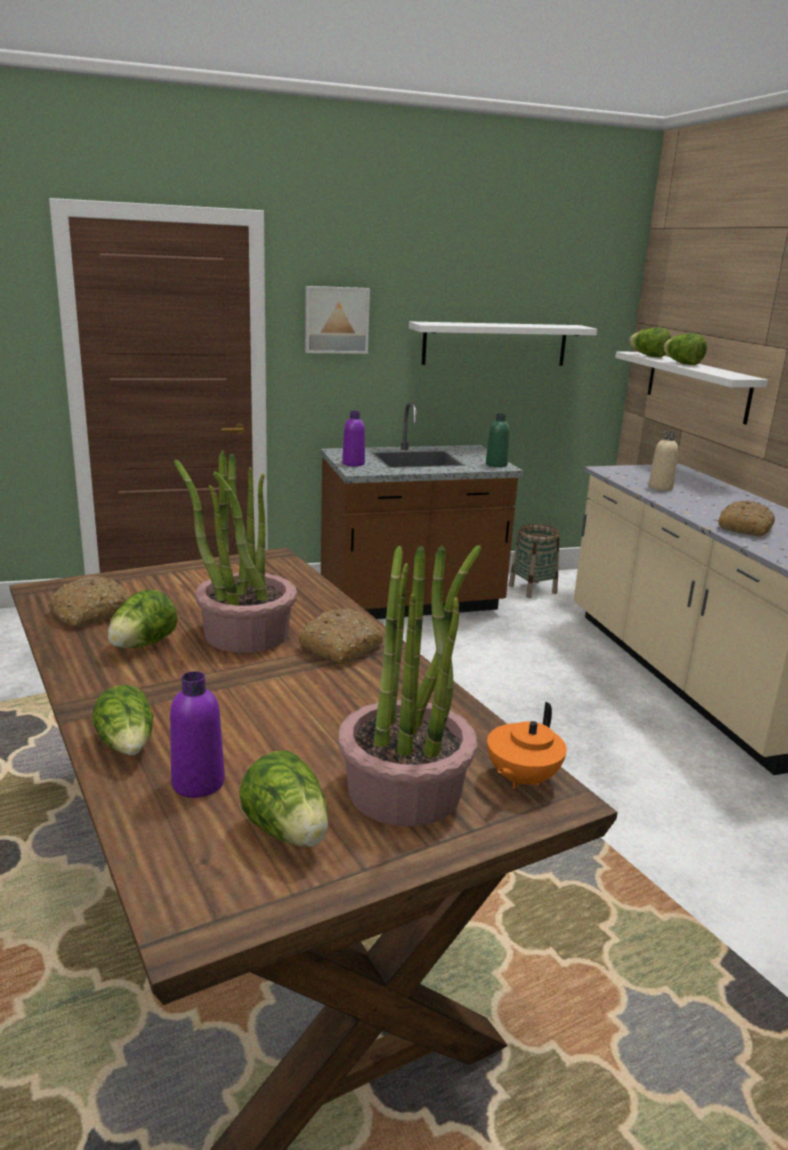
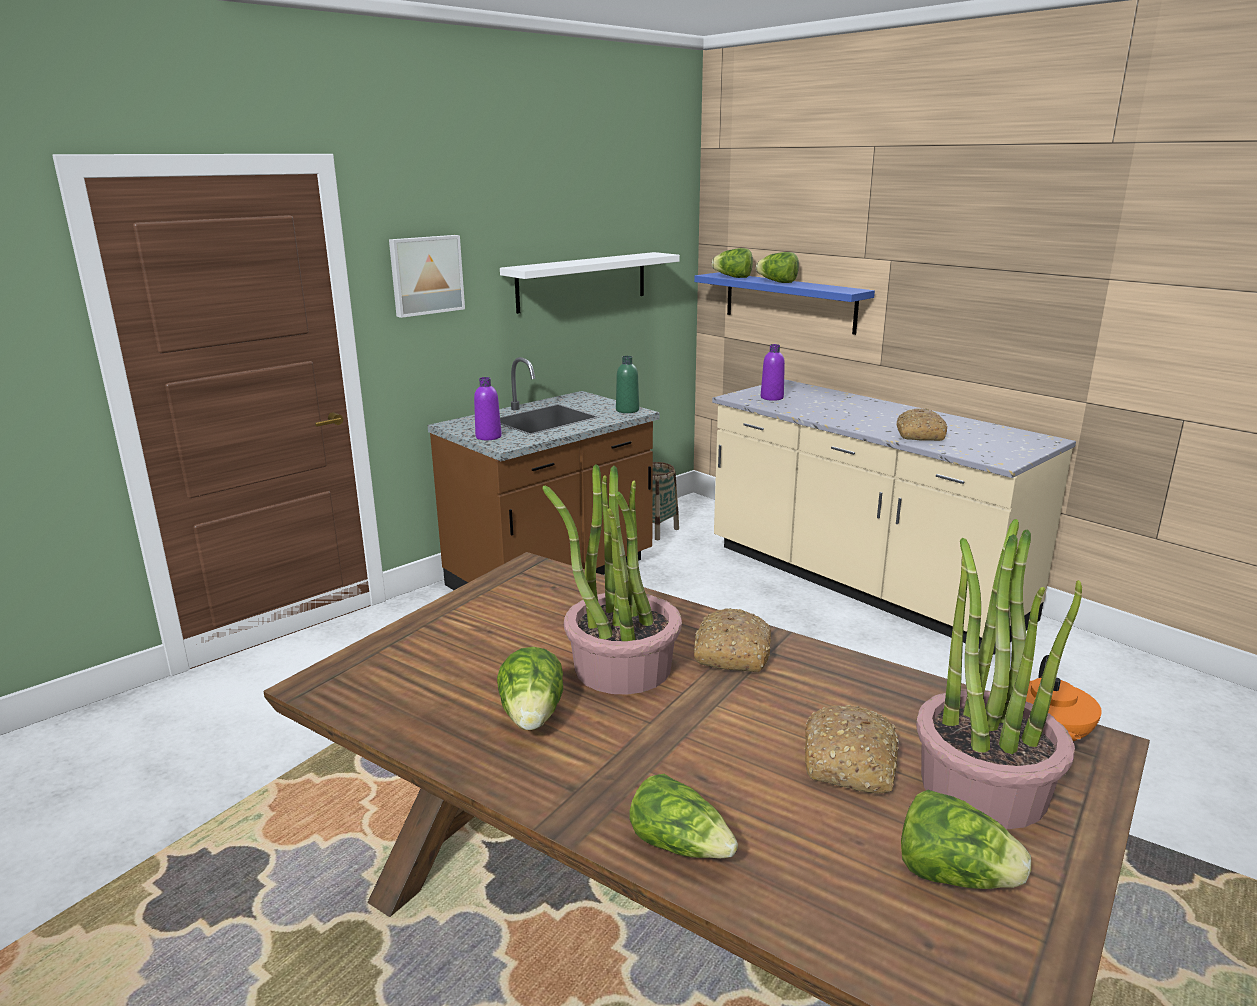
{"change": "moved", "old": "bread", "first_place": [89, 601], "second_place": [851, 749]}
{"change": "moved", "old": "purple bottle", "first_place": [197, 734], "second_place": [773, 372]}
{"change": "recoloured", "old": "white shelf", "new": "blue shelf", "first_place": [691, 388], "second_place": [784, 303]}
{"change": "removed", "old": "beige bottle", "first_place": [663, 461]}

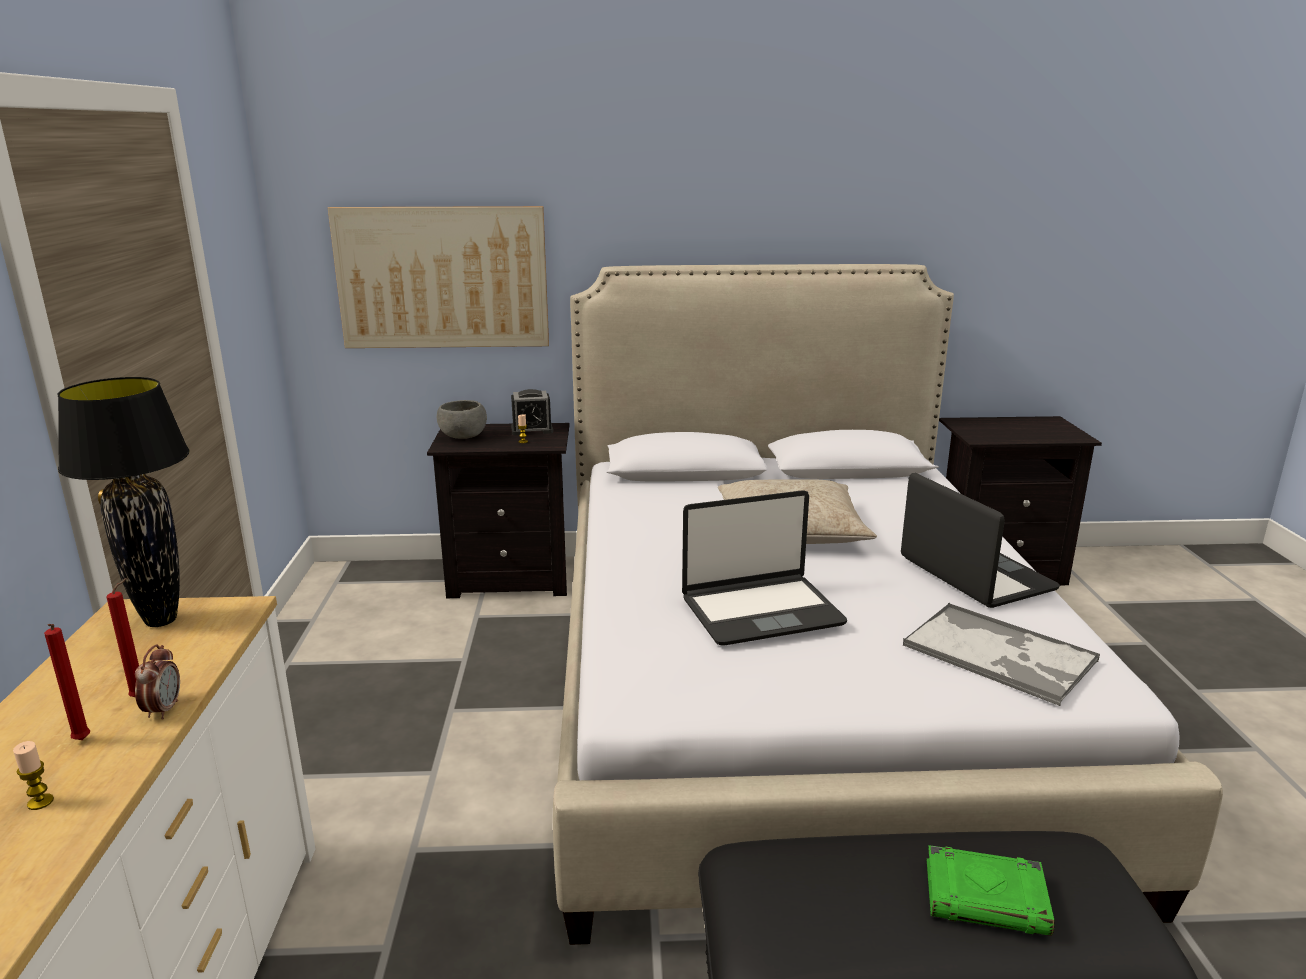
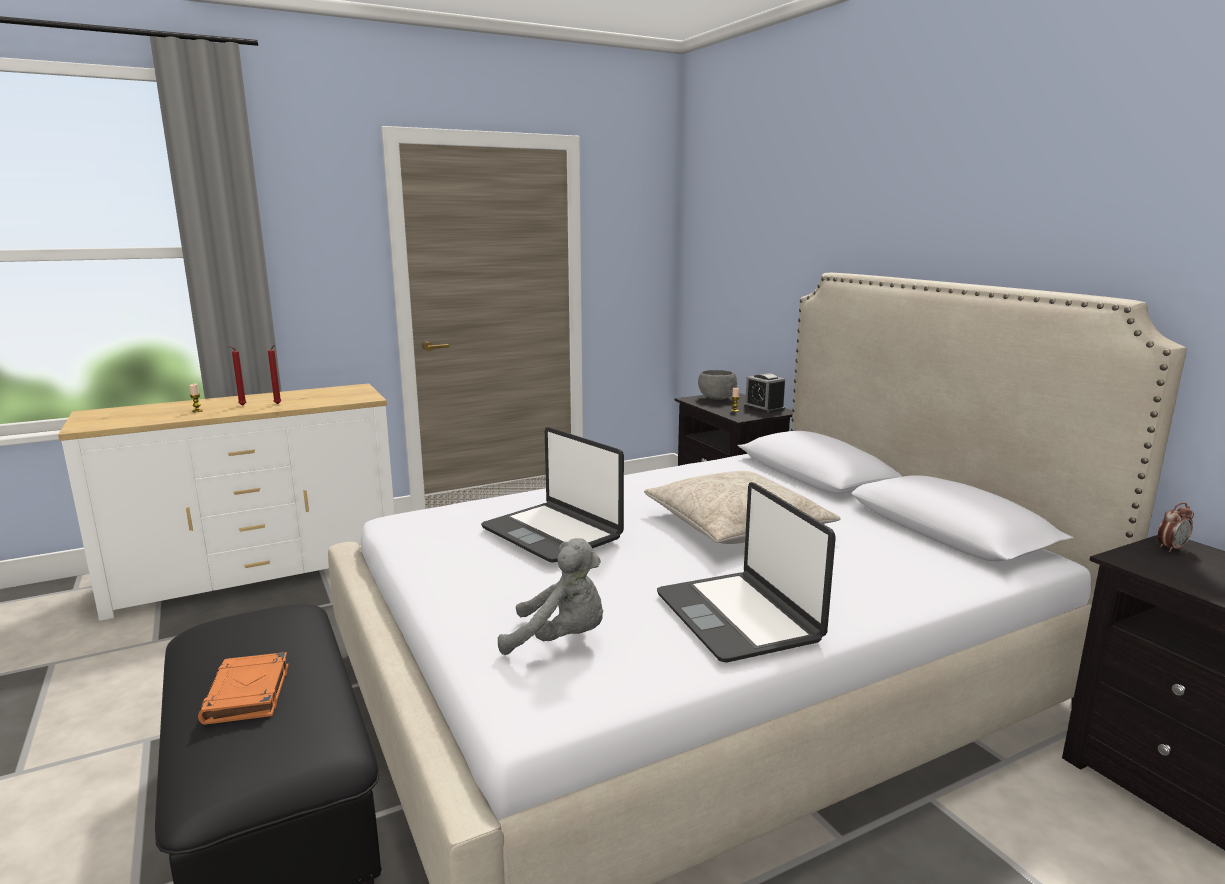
{"change": "removed", "old": "black table lamp", "first_place": [123, 502]}
{"change": "moved", "old": "alarm clock", "first_place": [157, 682], "second_place": [1175, 527]}
{"change": "removed", "old": "picture", "first_place": [438, 277]}
{"change": "turned", "old": "laptop", "first_place": [980, 540], "second_place": [746, 572], "degrees": 120}
{"change": "replaced", "old": "tray", "new": "grey plush toy", "first_place": [1001, 654], "second_place": [550, 596]}
{"change": "recoloured", "old": "green book", "new": "orange book", "first_place": [990, 890], "second_place": [243, 688]}

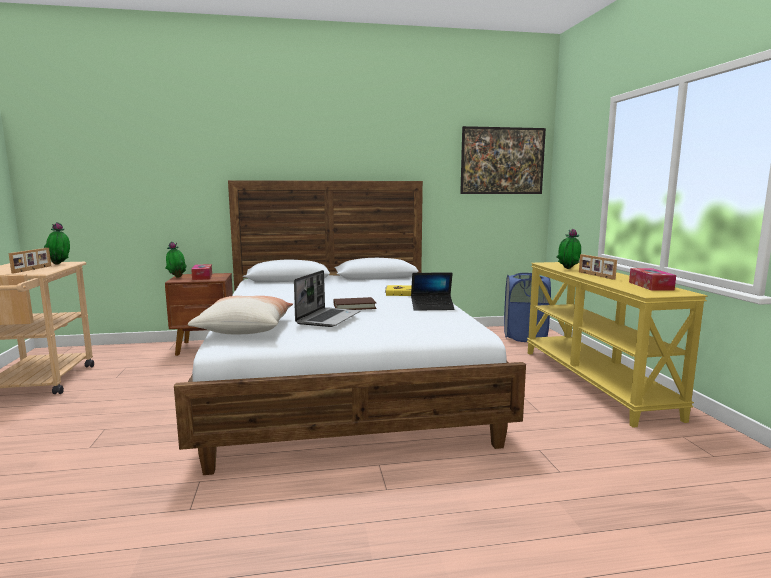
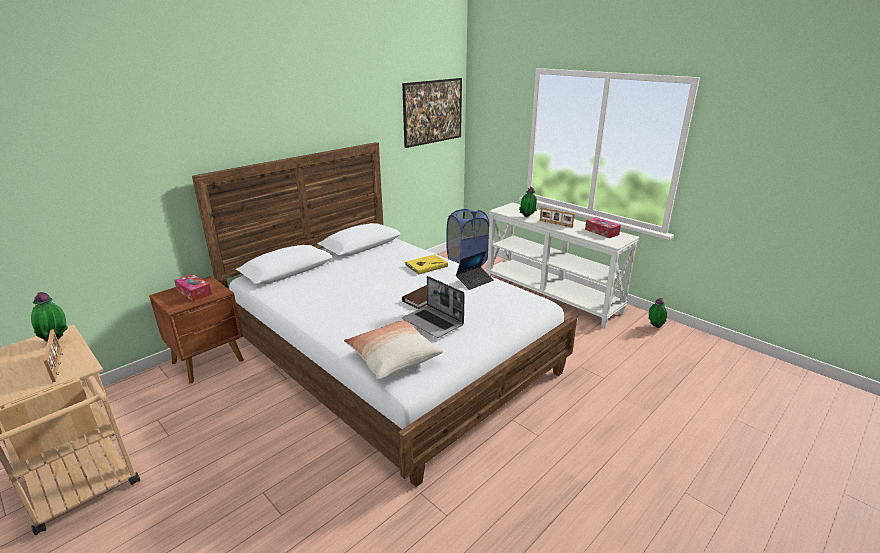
{"change": "moved", "old": "potted plant", "first_place": [176, 260], "second_place": [657, 313]}
{"change": "turned", "old": "laptop", "first_place": [327, 298], "second_place": [433, 307], "degrees": 150}
{"change": "recoloured", "old": "yellow console table", "new": "white console table", "first_place": [617, 345], "second_place": [563, 265]}

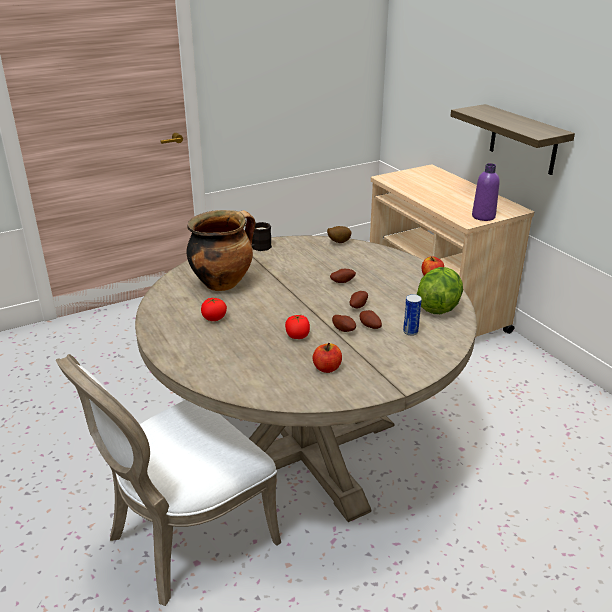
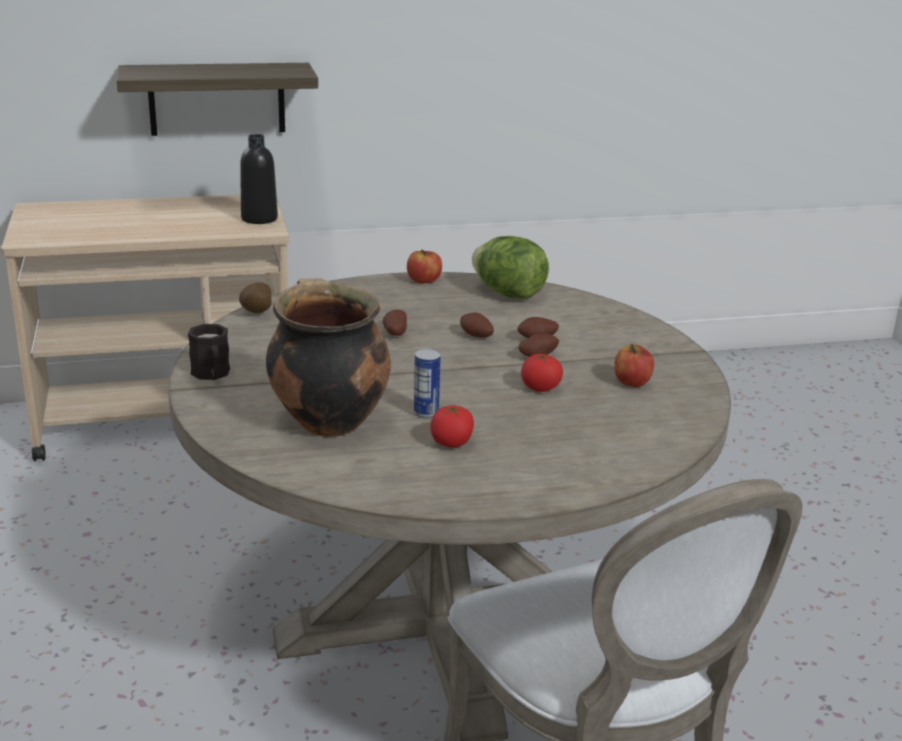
{"change": "moved", "old": "can", "first_place": [412, 315], "second_place": [427, 384]}
{"change": "recoloured", "old": "purple bottle", "new": "black bottle", "first_place": [486, 192], "second_place": [259, 179]}

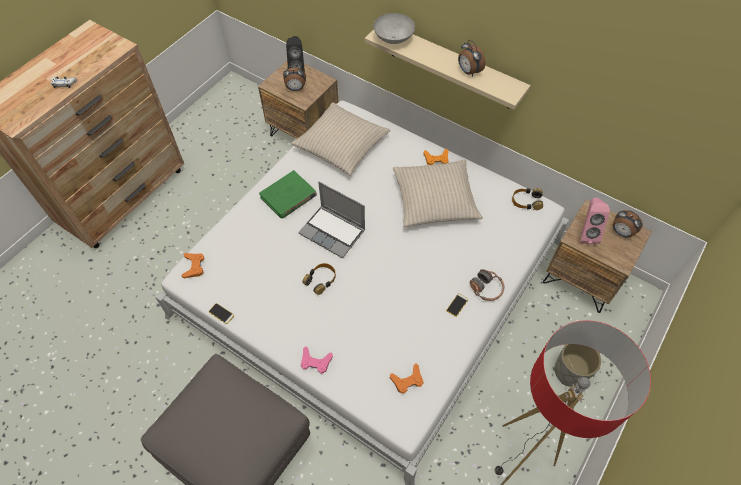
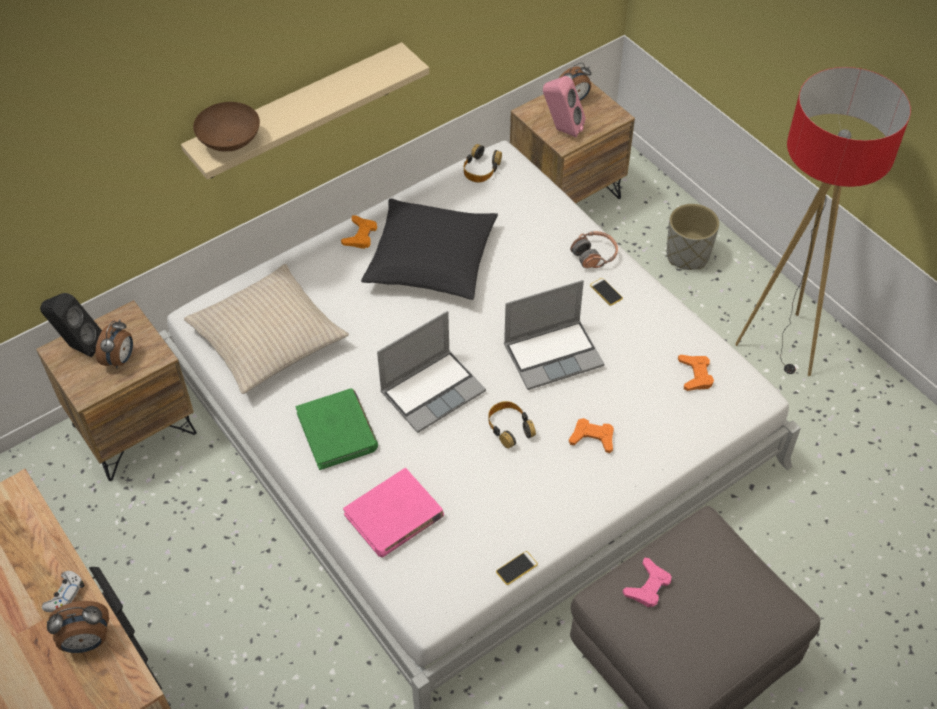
{"change": "moved", "old": "orange game controller", "first_place": [193, 265], "second_place": [591, 436]}
{"change": "moved", "old": "pink game controller", "first_place": [317, 360], "second_place": [647, 582]}
{"change": "recoloured", "old": "grey bowl", "new": "brown bowl", "first_place": [394, 28], "second_place": [226, 127]}
{"change": "recoloured", "old": "beige pillow", "new": "black pillow", "first_place": [438, 193], "second_place": [429, 249]}
{"change": "moved", "old": "alarm clock", "first_place": [472, 58], "second_place": [78, 627]}
{"change": "added", "new": "pink book", "second_place": [393, 512]}
{"change": "added", "new": "laptop", "second_place": [554, 335]}

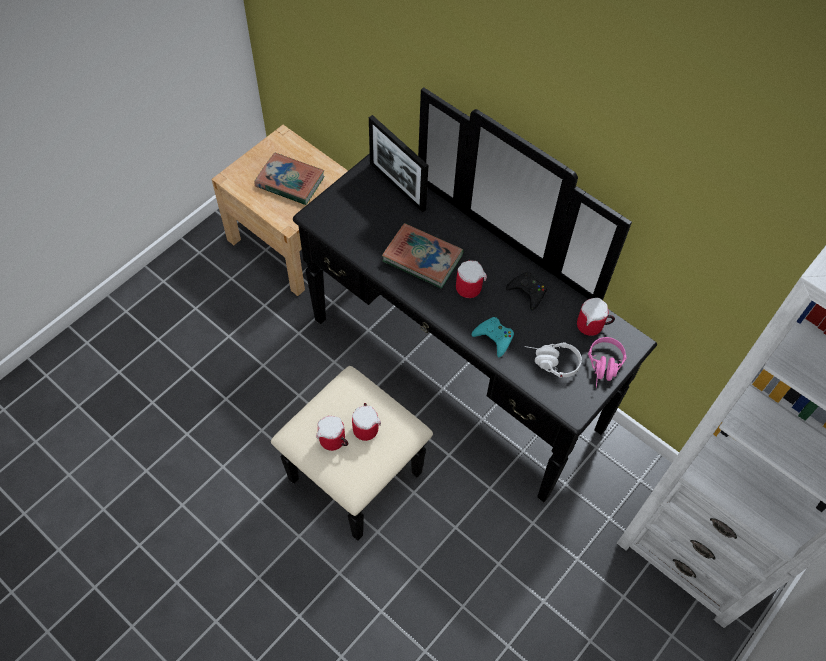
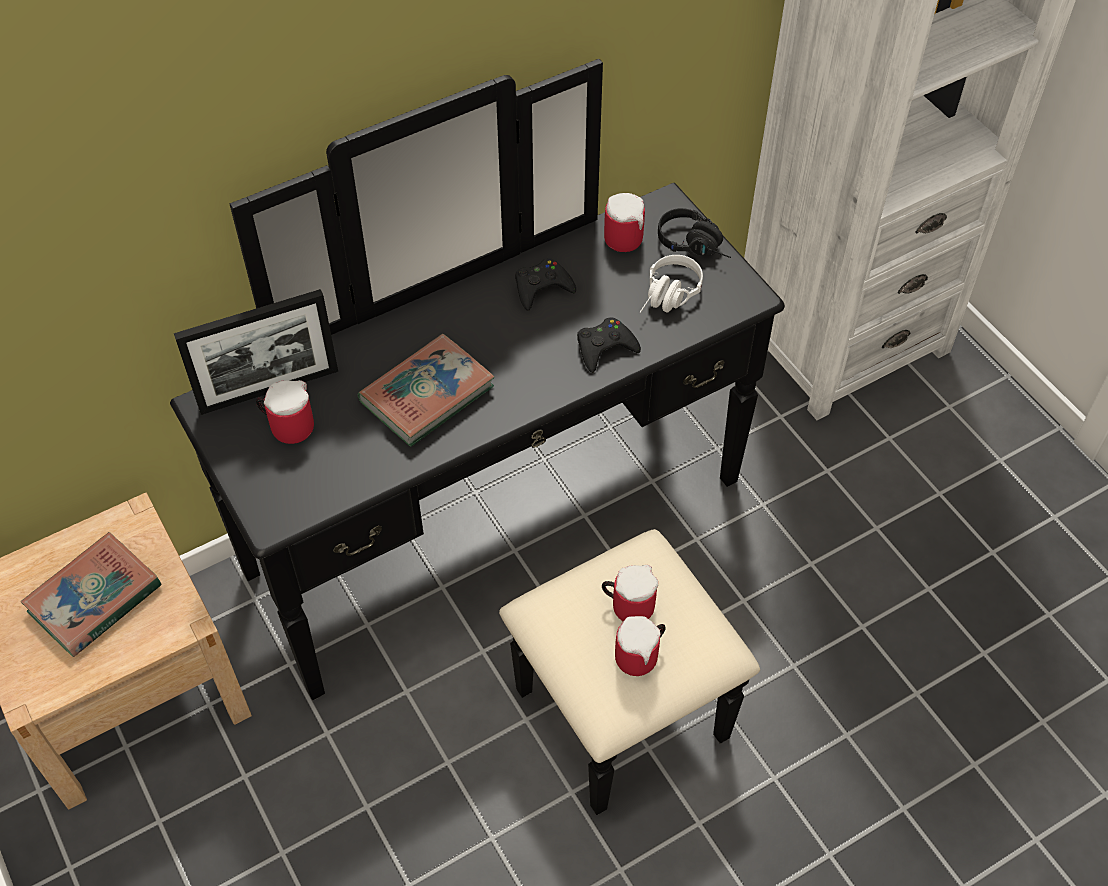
{"change": "moved", "old": "mug", "first_place": [471, 279], "second_place": [285, 412]}
{"change": "recoloured", "old": "turquoise game controller", "new": "black game controller", "first_place": [493, 337], "second_place": [609, 345]}
{"change": "recoloured", "old": "pink headphones", "new": "black headphones", "first_place": [607, 362], "second_place": [694, 233]}

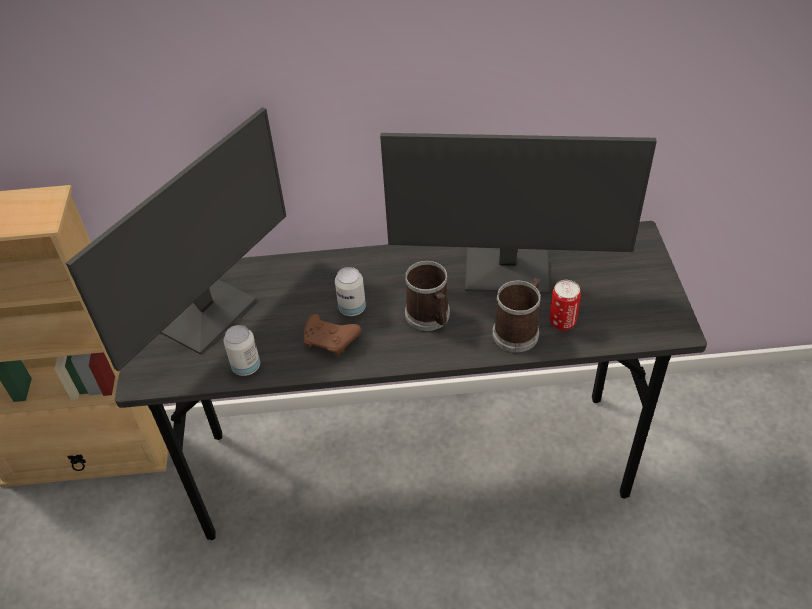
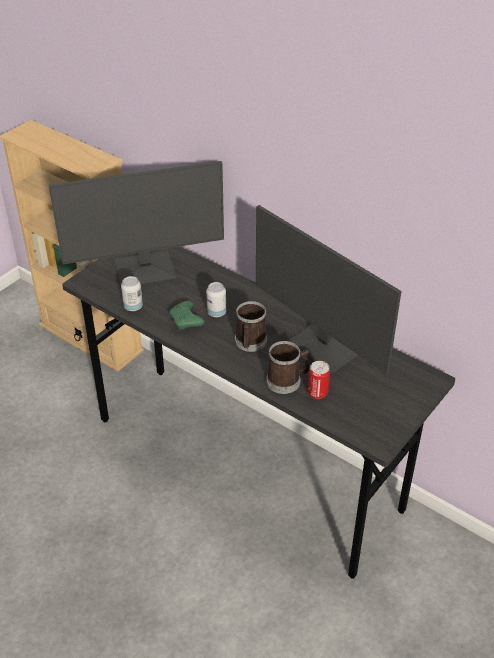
{"change": "recoloured", "old": "brown game controller", "new": "green game controller", "first_place": [332, 335], "second_place": [186, 315]}

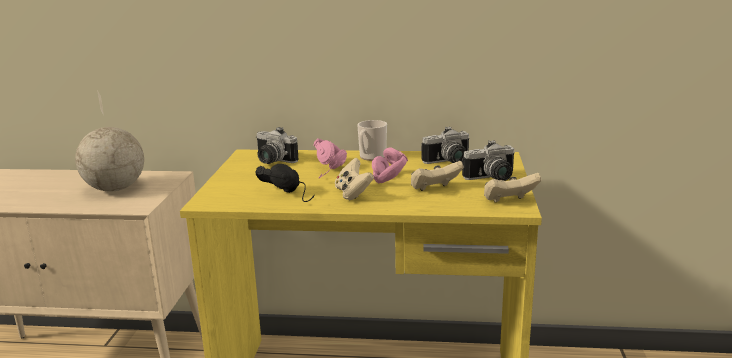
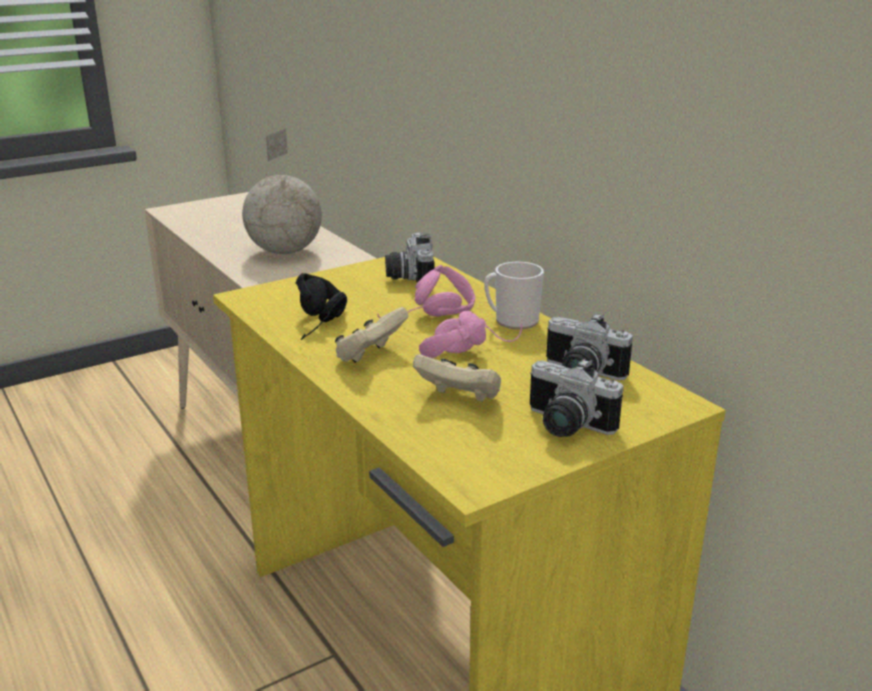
{"change": "removed", "old": "beige game controller", "first_place": [512, 187]}

